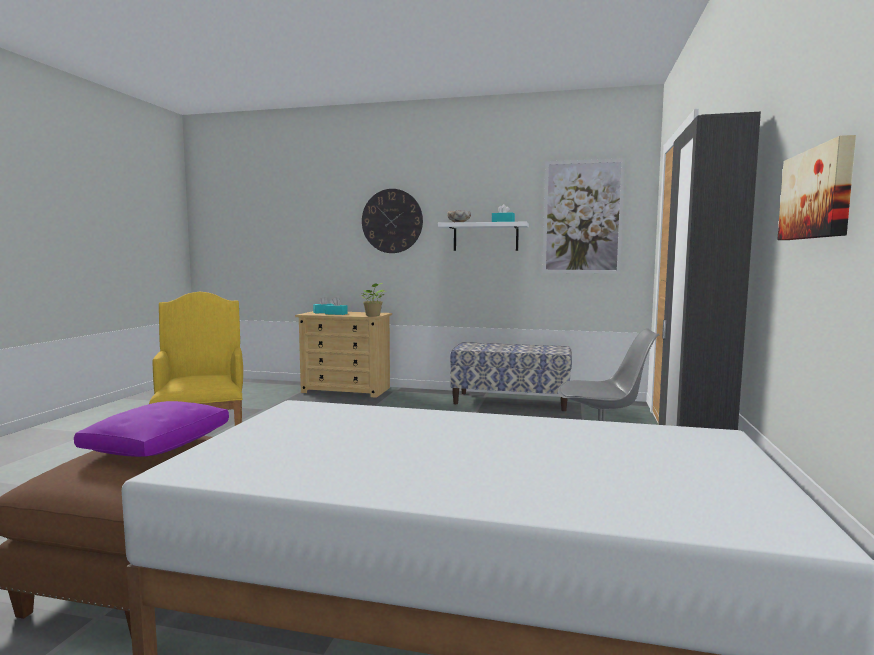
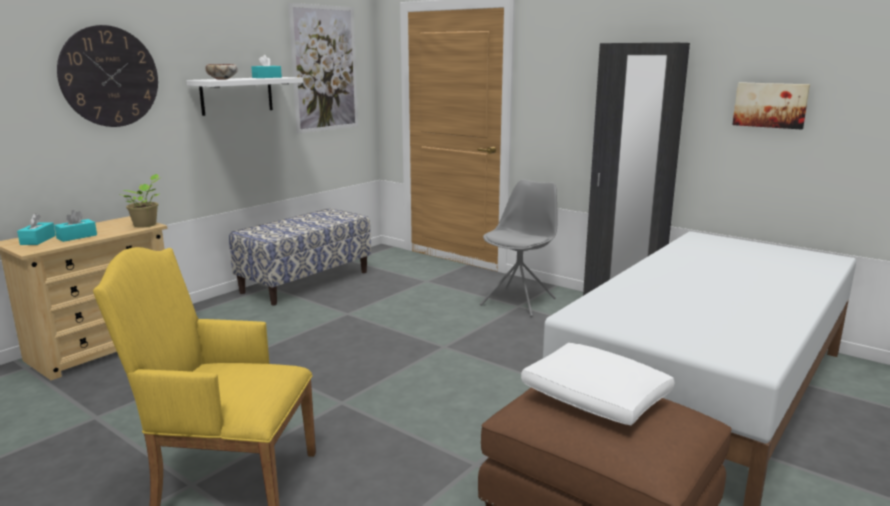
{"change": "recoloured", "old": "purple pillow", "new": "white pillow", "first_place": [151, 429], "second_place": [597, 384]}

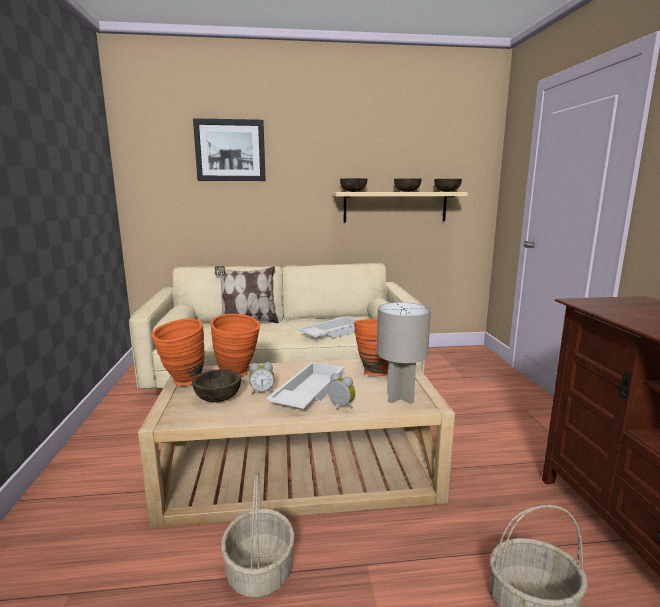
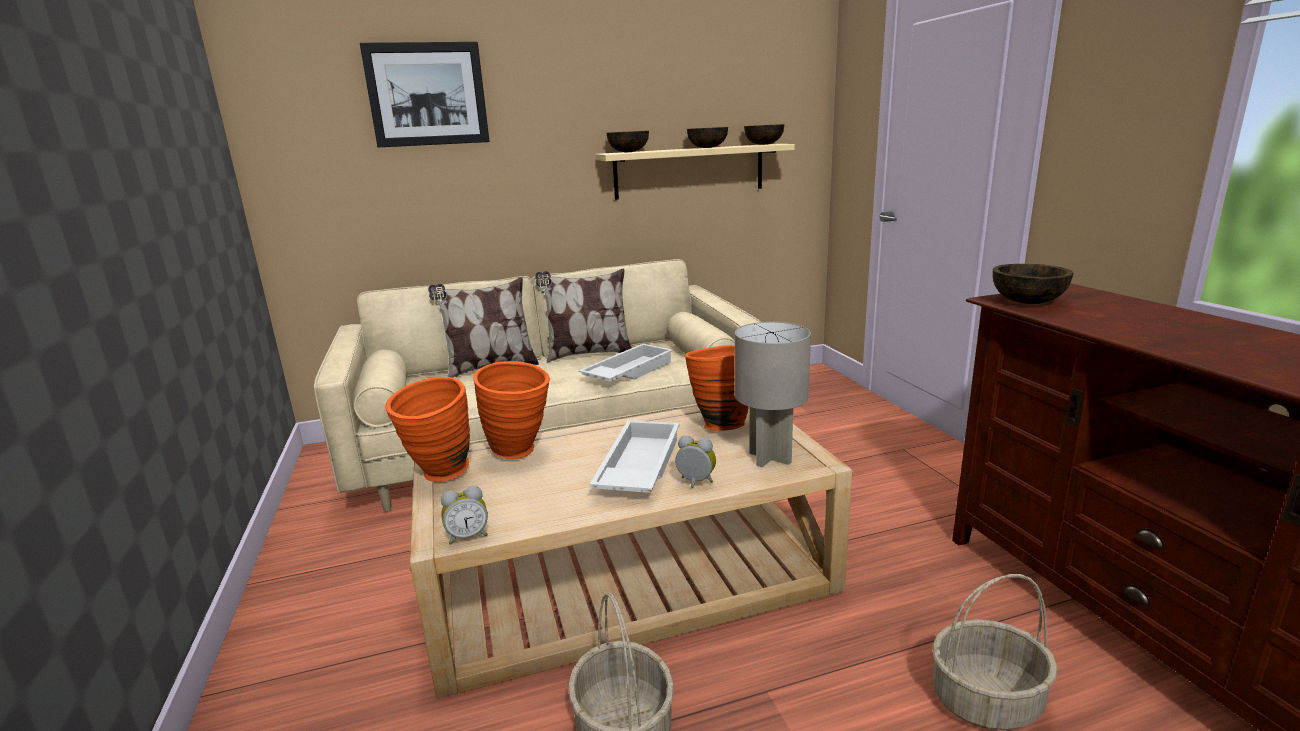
{"change": "moved", "old": "brown bowl", "first_place": [216, 385], "second_place": [1033, 284]}
{"change": "moved", "old": "alarm clock", "first_place": [261, 378], "second_place": [464, 515]}
{"change": "added", "new": "pillow", "second_place": [583, 316]}

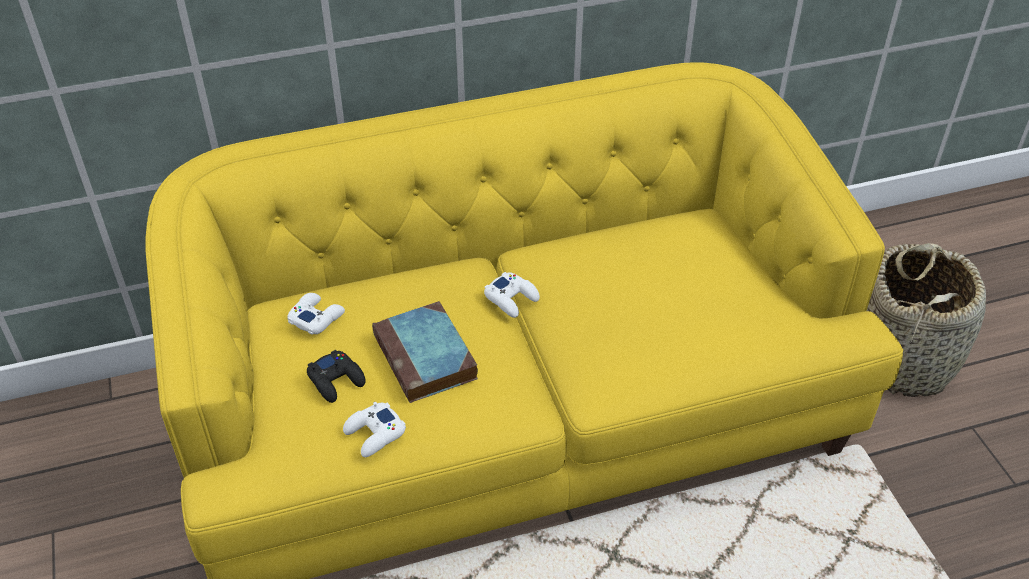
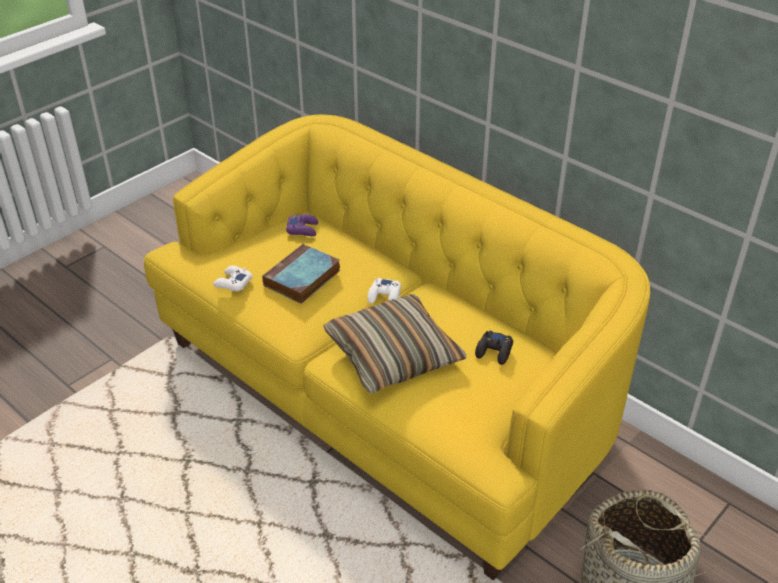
{"change": "recoloured", "old": "white game controller", "new": "purple game controller", "first_place": [316, 314], "second_place": [302, 225]}
{"change": "moved", "old": "black game controller", "first_place": [336, 376], "second_place": [494, 348]}
{"change": "added", "new": "pillow", "second_place": [394, 344]}

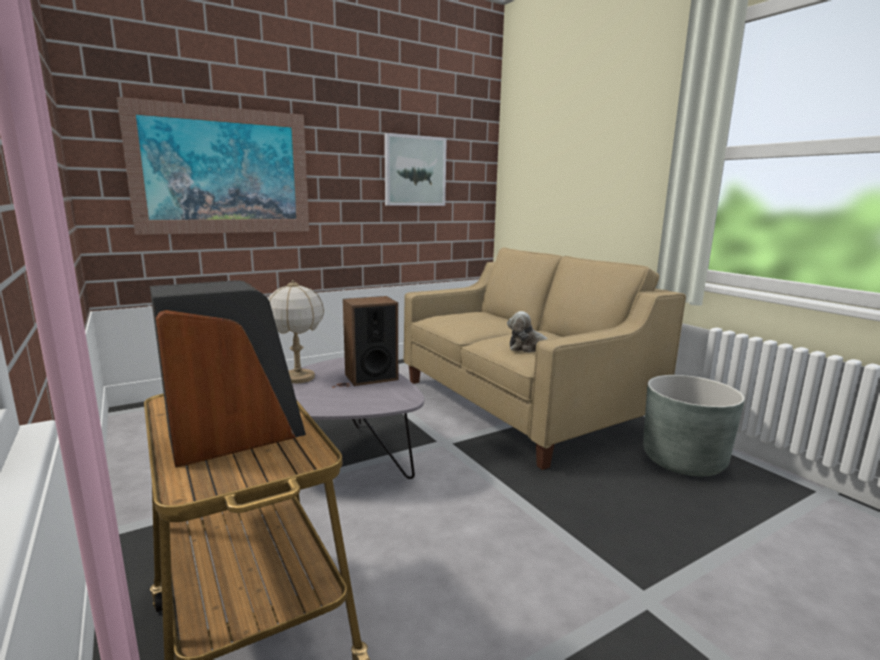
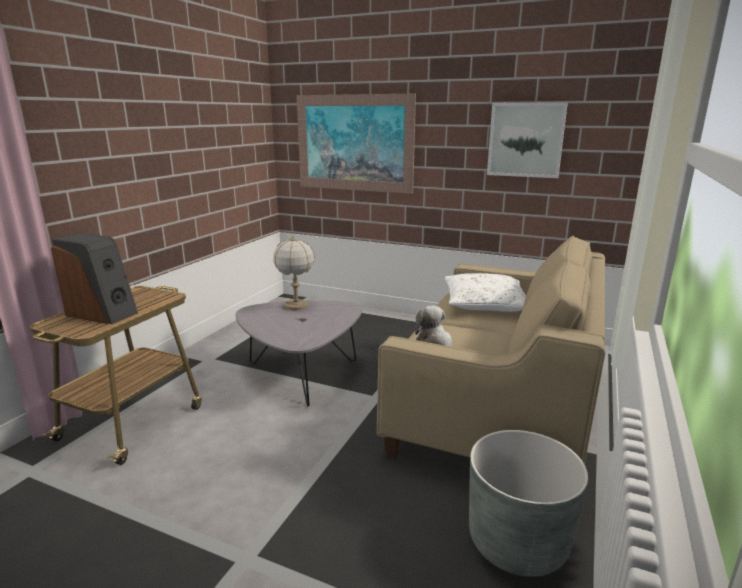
{"change": "removed", "old": "speaker", "first_place": [370, 341]}
{"change": "added", "new": "white pillow", "second_place": [485, 292]}

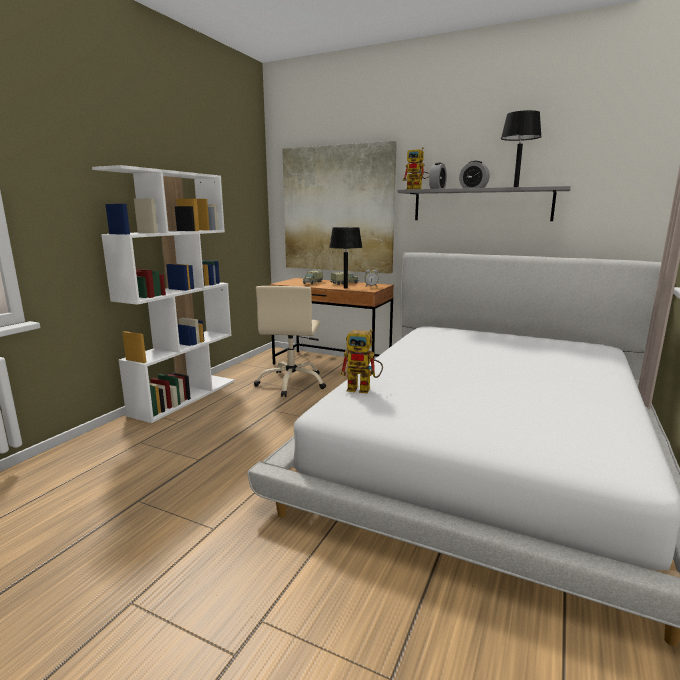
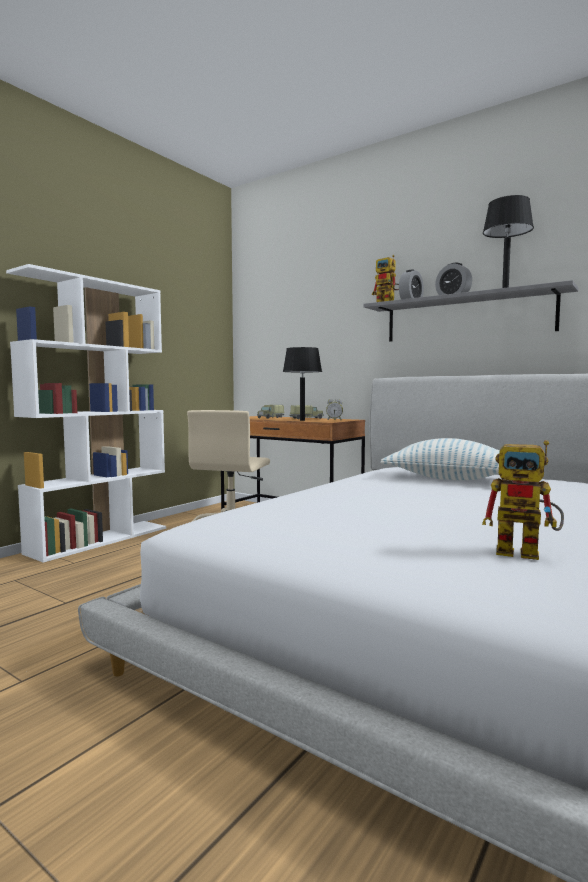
{"change": "removed", "old": "picture", "first_place": [339, 207]}
{"change": "moved", "old": "toy robot", "first_place": [361, 361], "second_place": [523, 500]}
{"change": "added", "new": "pillow", "second_place": [440, 459]}

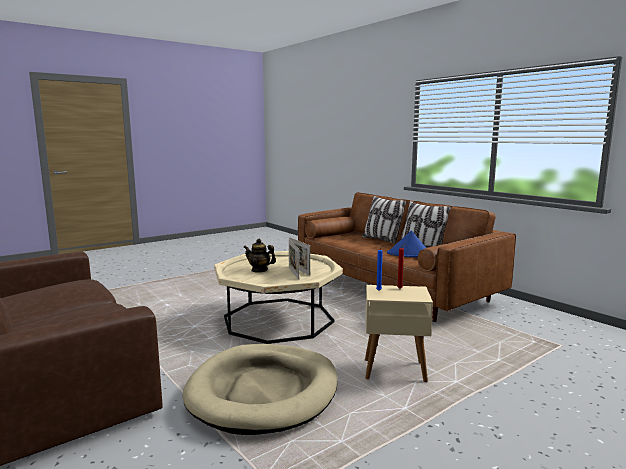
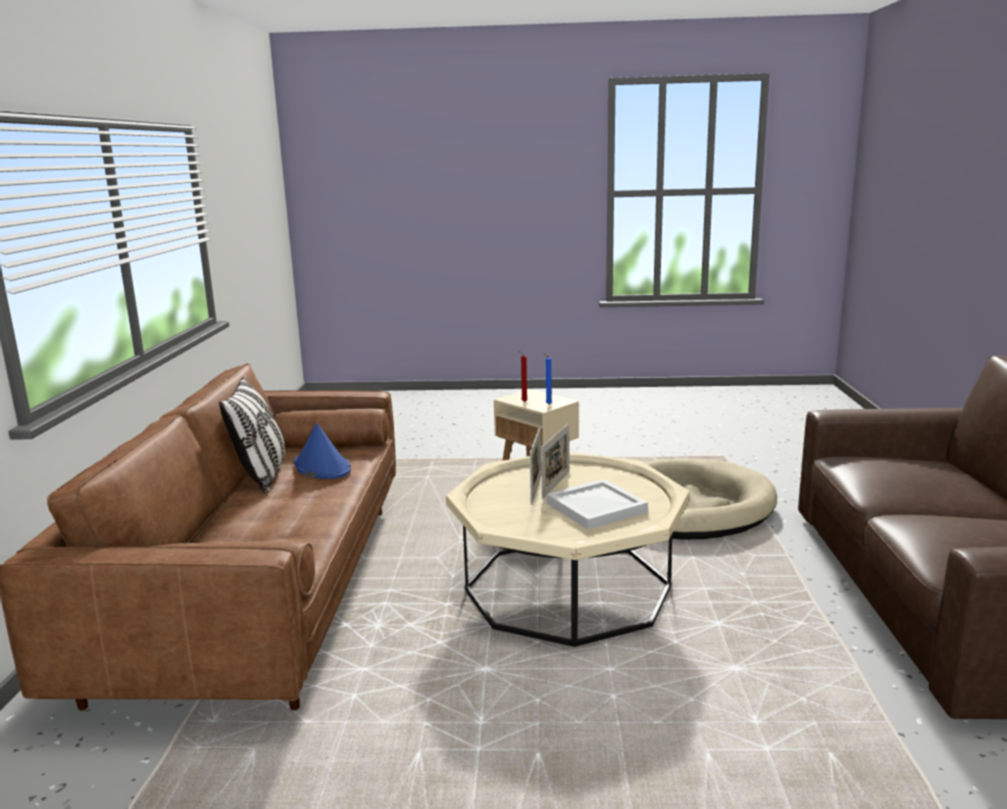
{"change": "replaced", "old": "teapot", "new": "white tray", "first_place": [260, 256], "second_place": [597, 504]}
{"change": "removed", "old": "pillow", "first_place": [384, 219]}

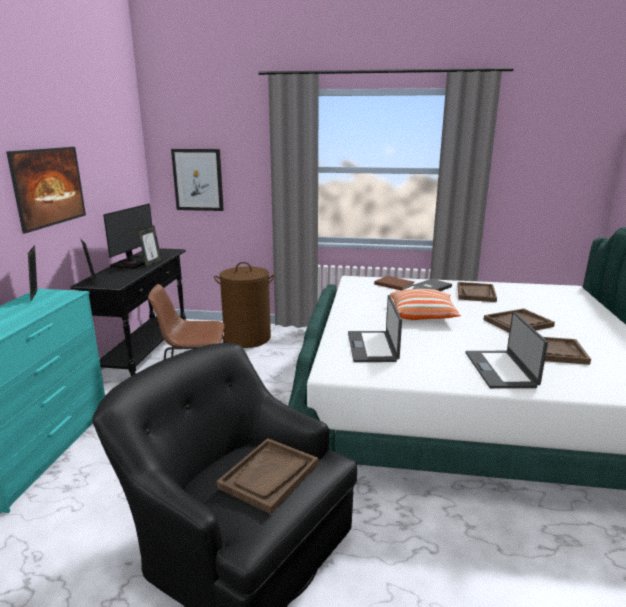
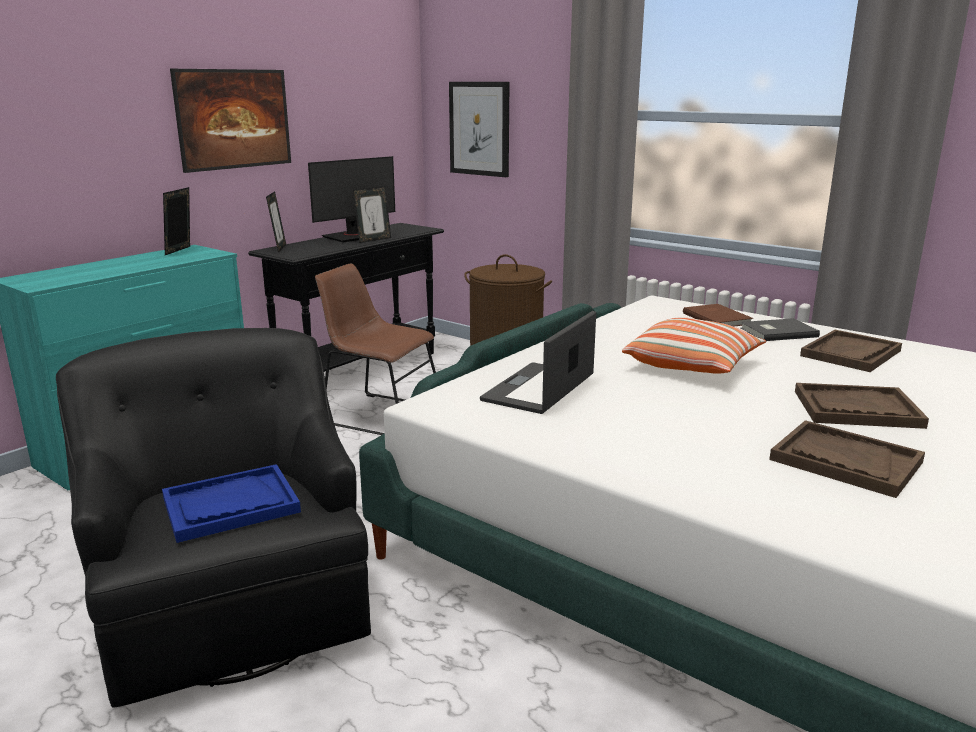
{"change": "recoloured", "old": "brown tray", "new": "blue tray", "first_place": [267, 476], "second_place": [231, 503]}
{"change": "removed", "old": "laptop", "first_place": [506, 350]}

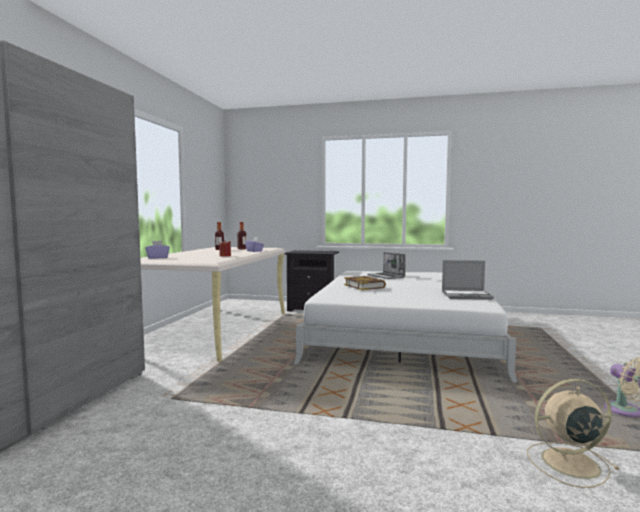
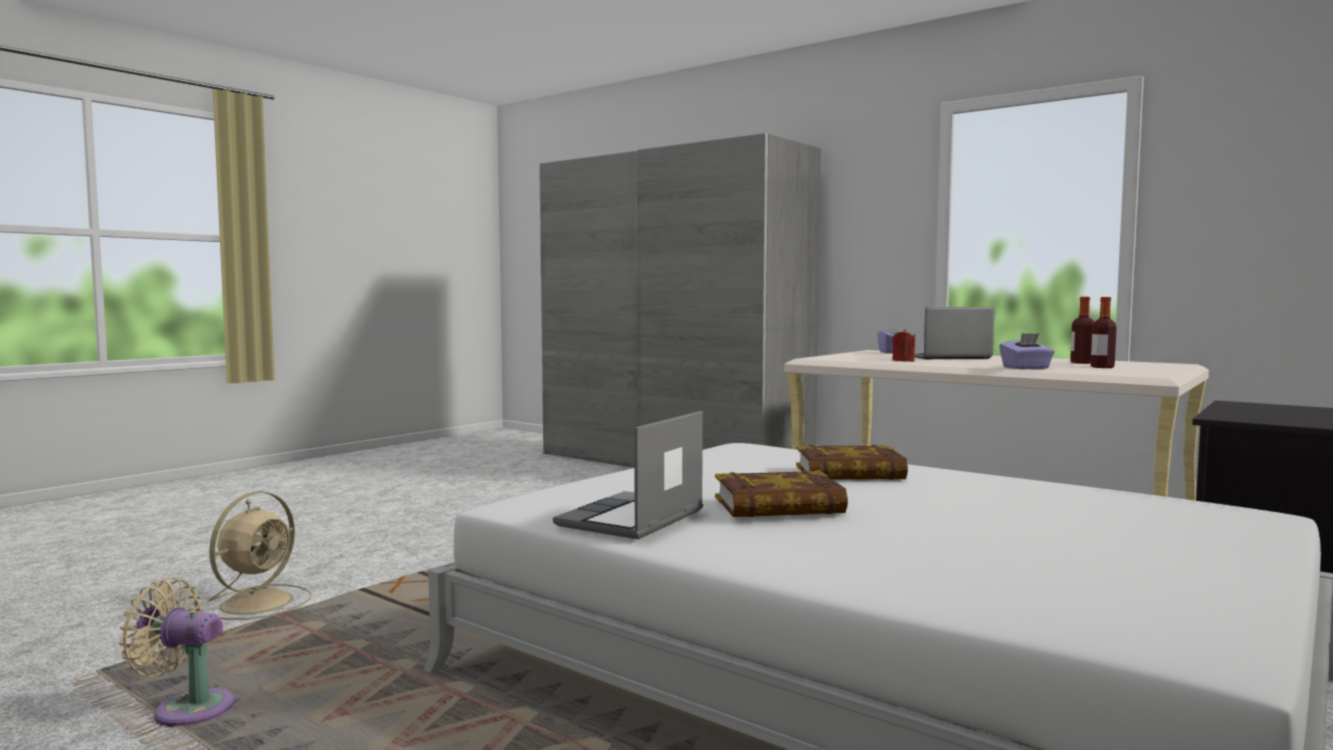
{"change": "moved", "old": "laptop", "first_place": [386, 265], "second_place": [955, 333]}
{"change": "added", "new": "book", "second_place": [781, 493]}

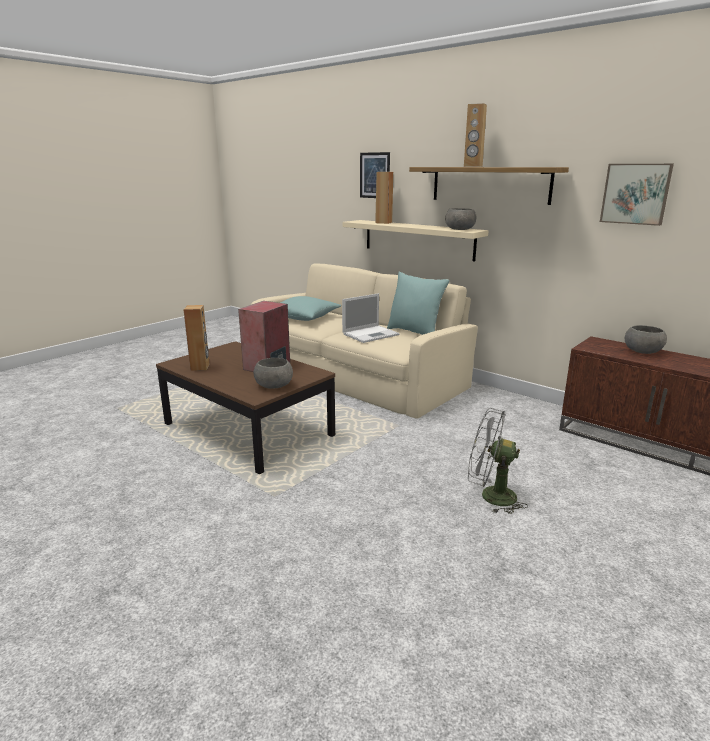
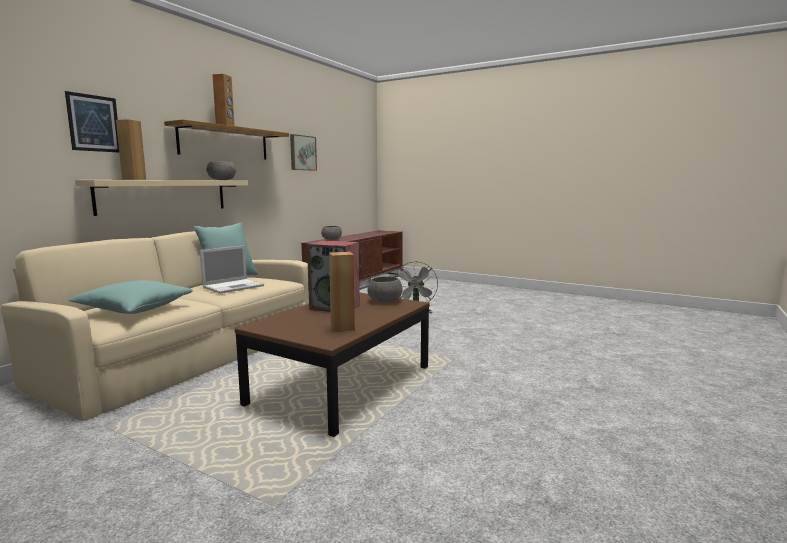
{"change": "turned", "old": "laptop", "first_place": [370, 318], "second_place": [232, 270], "degrees": 90}

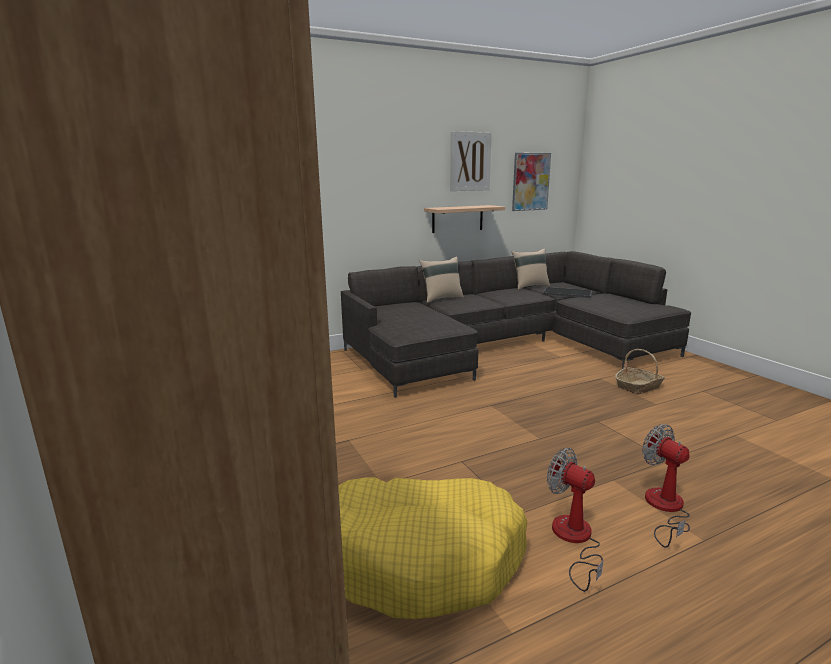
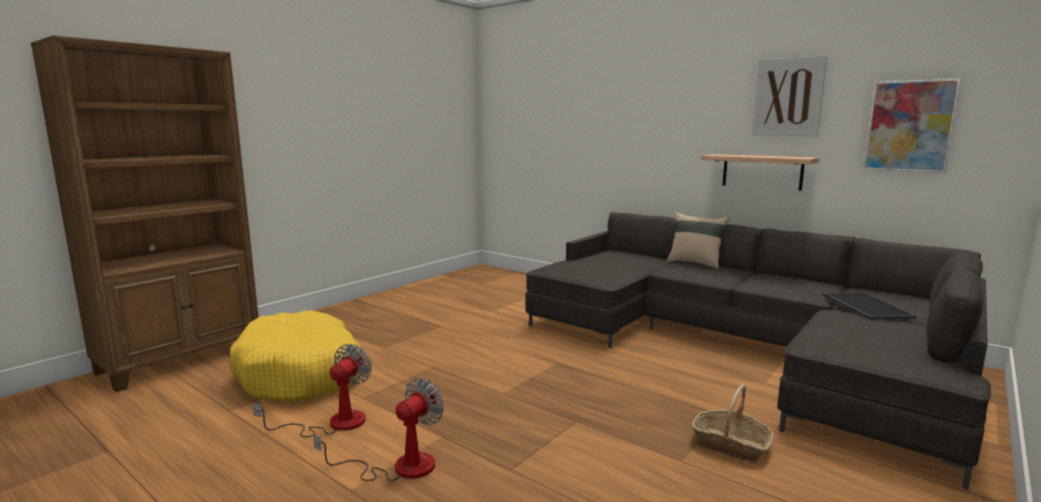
{"change": "removed", "old": "beige pillow", "first_place": [530, 269]}

